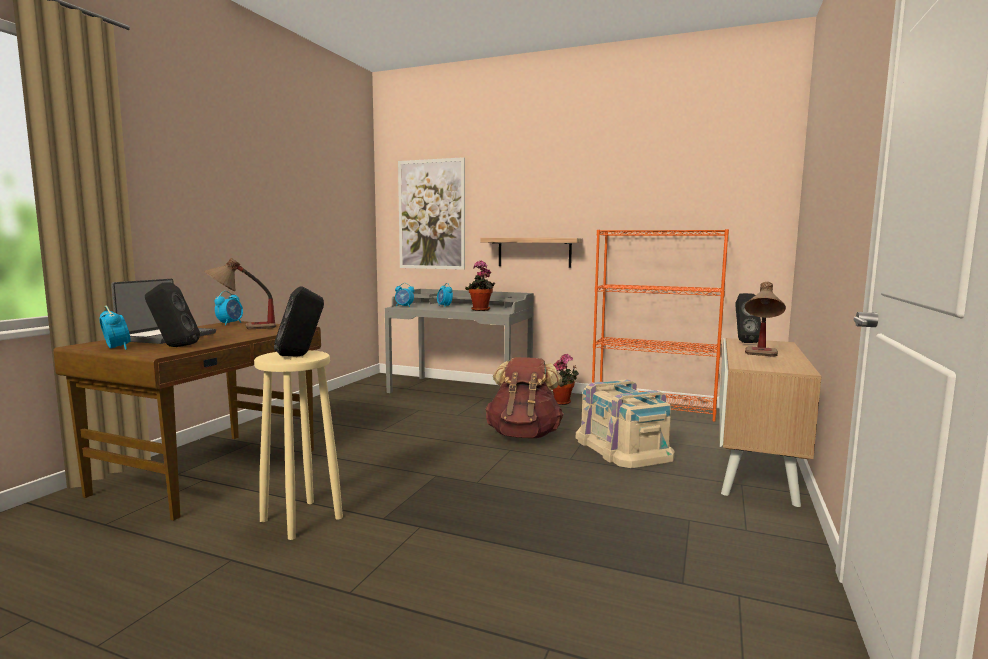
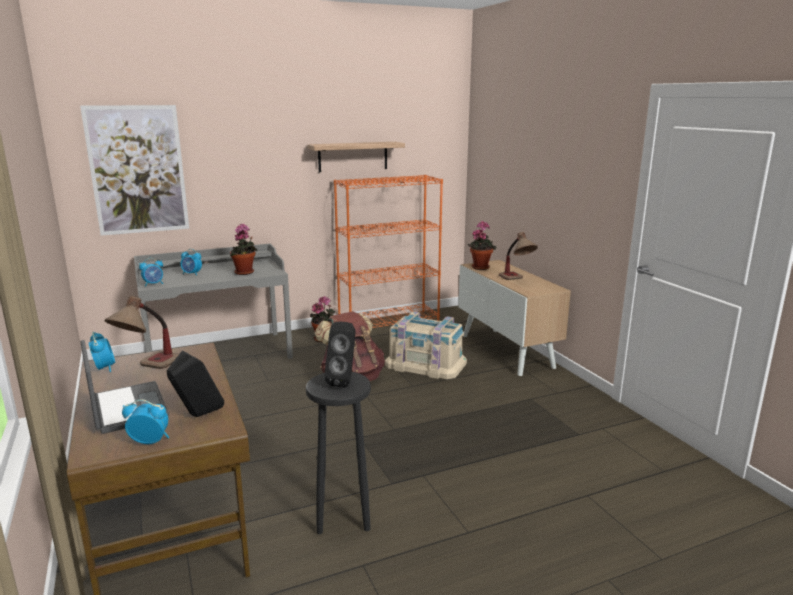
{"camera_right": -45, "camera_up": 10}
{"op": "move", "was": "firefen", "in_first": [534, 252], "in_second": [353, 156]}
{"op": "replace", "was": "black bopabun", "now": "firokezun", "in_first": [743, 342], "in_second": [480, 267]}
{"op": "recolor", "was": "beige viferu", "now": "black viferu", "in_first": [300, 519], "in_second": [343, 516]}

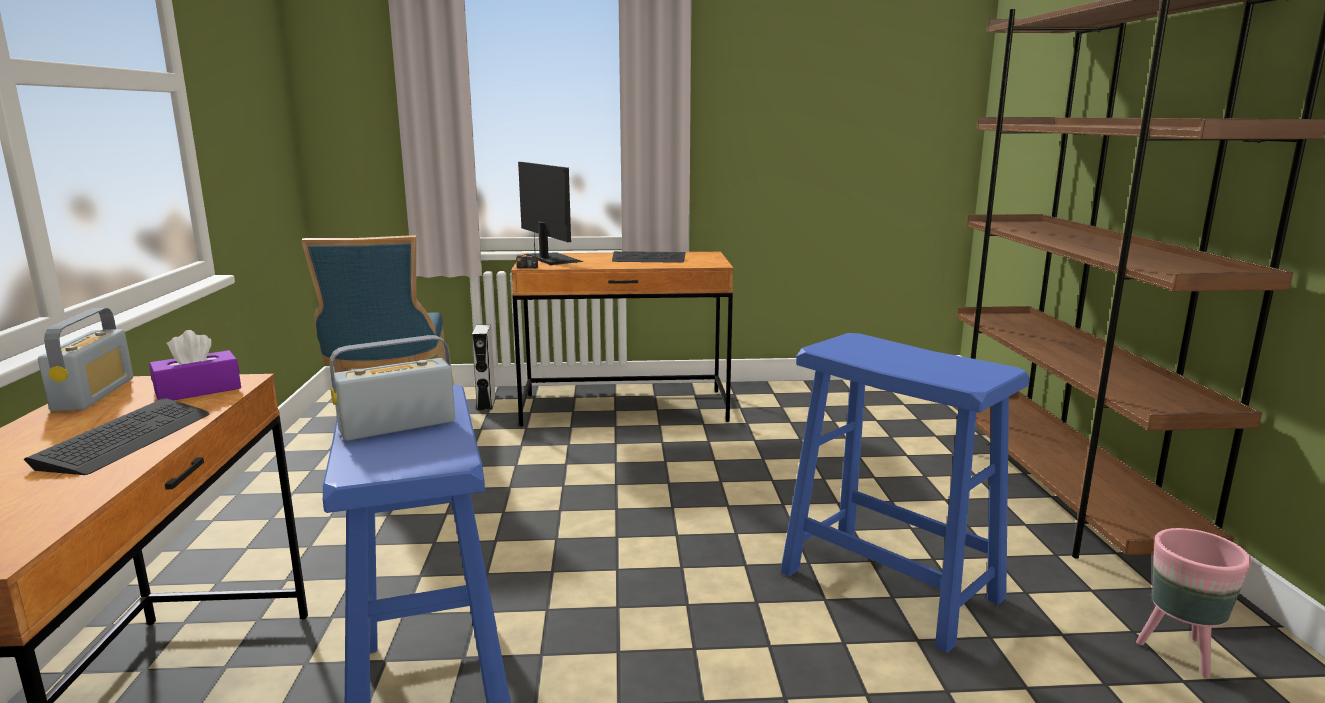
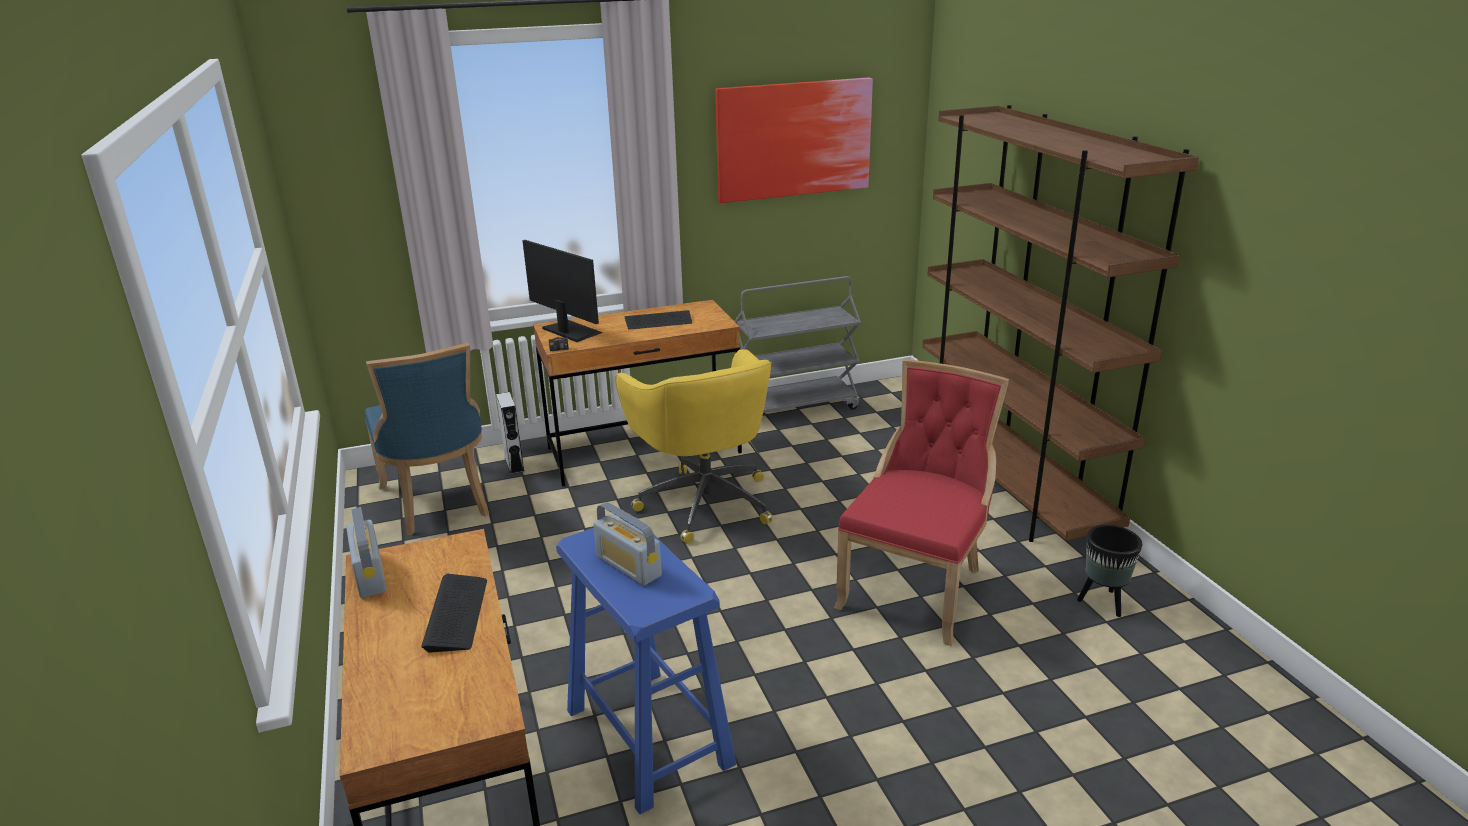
{"camera_right": -15, "camera_up": 10}
{"op": "delete", "was": "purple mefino", "in_first": [198, 390]}
{"op": "replace", "was": "blue viferu", "now": "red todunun", "in_first": [891, 586], "in_second": [917, 587]}
{"op": "rotate", "was": "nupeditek", "in_first": [397, 426], "in_second": [628, 566], "clockwise": -90}
{"op": "recolor", "was": "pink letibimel", "now": "black letibimel", "in_first": [1180, 653], "in_second": [1103, 602]}
{"op": "insert", "now": "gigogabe", "in_second": [793, 139]}
{"op": "insert", "now": "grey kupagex", "in_second": [795, 407]}
{"op": "insert", "now": "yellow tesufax", "in_second": [704, 501]}

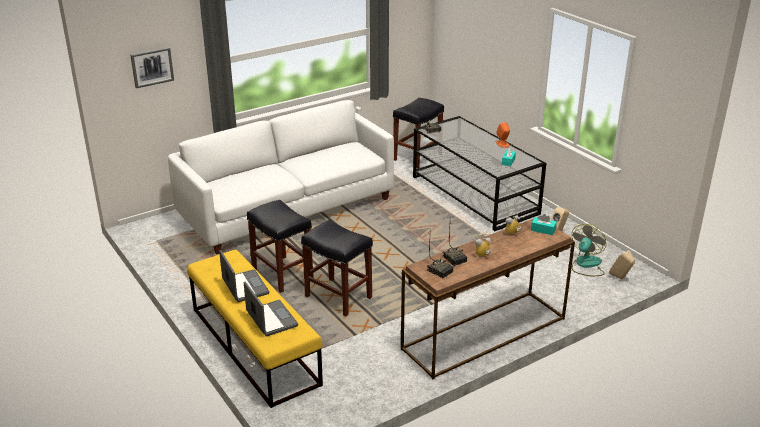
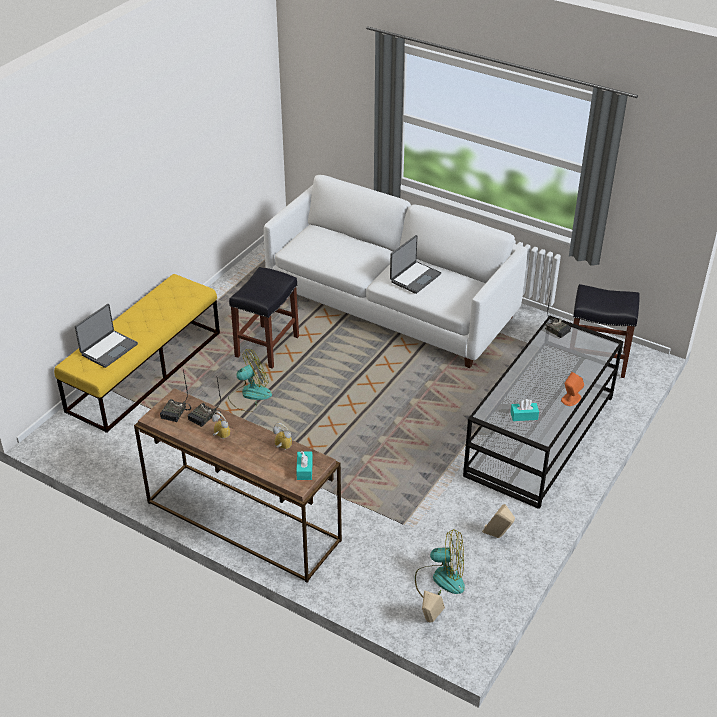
{"camera_right": 65, "camera_up": 10}
{"op": "delete", "was": "gigogabe", "in_first": [152, 67]}
{"op": "replace", "was": "black viferu", "now": "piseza", "in_first": [337, 297], "in_second": [249, 395]}
{"op": "move", "was": "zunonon", "in_first": [244, 287], "in_second": [414, 277]}

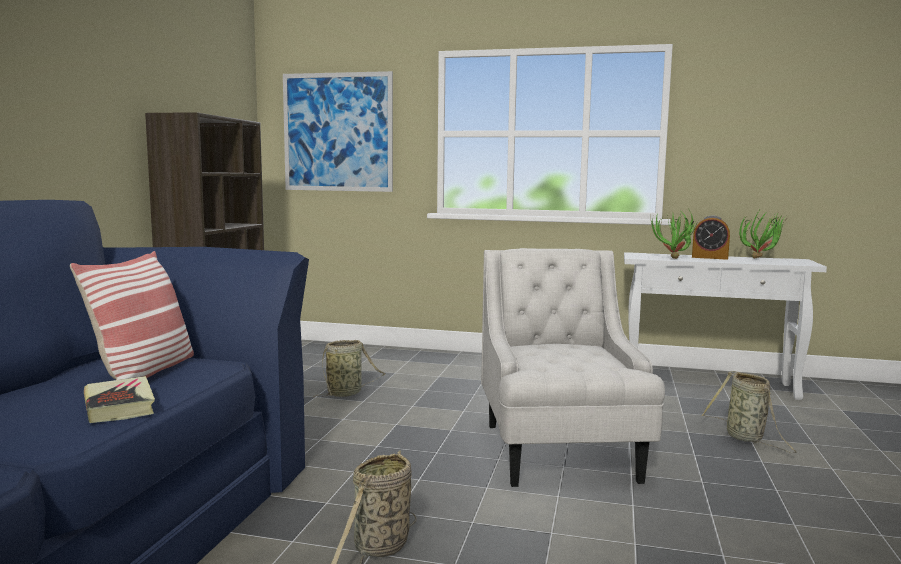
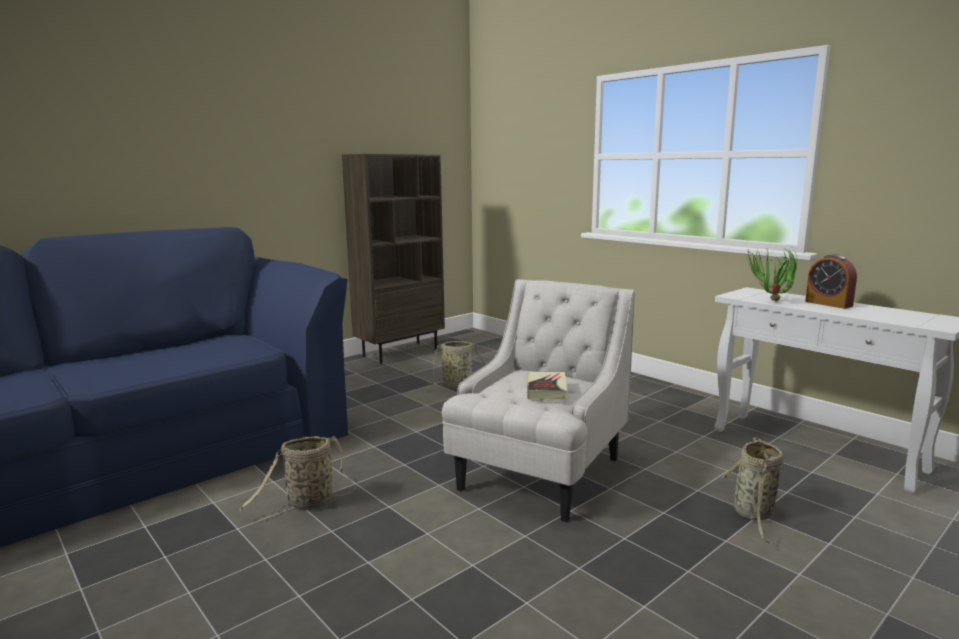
{"camera_right": 35, "camera_up": 5}
{"op": "delete", "was": "gigogabe", "in_first": [337, 132]}
{"op": "delete", "was": "firokezun", "in_first": [762, 258]}
{"op": "delete", "was": "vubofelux", "in_first": [145, 372]}
{"op": "move", "was": "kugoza", "in_first": [119, 406], "in_second": [546, 390]}

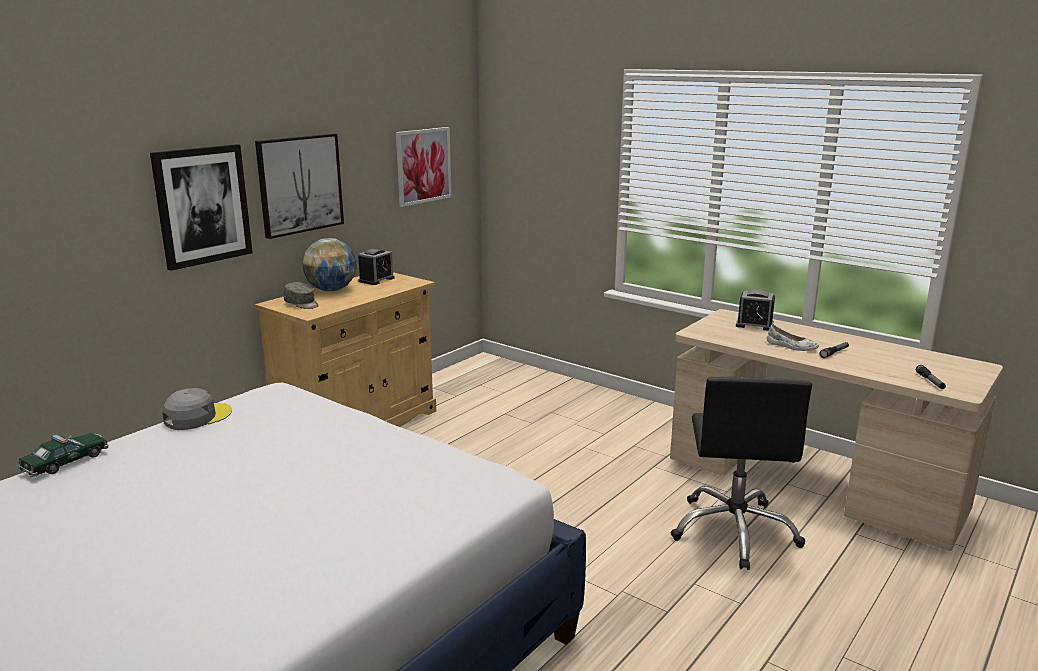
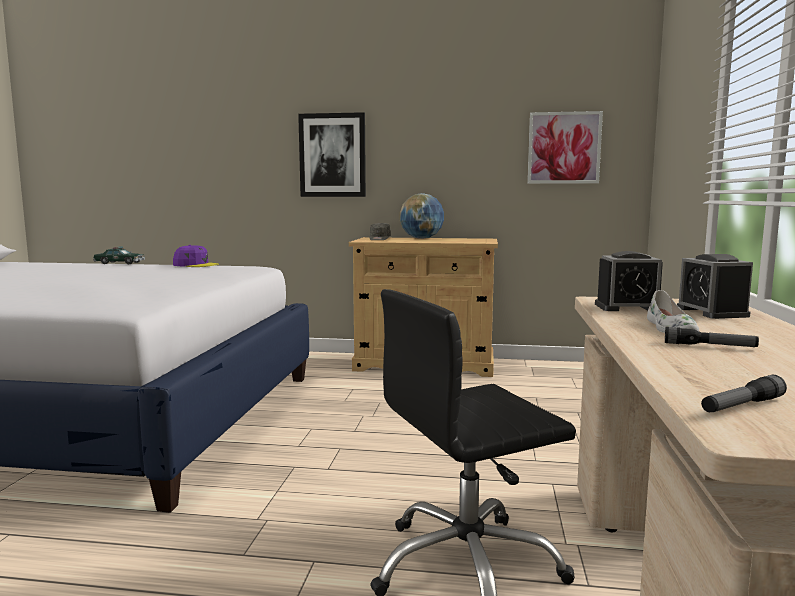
{"camera_right": 60, "camera_up": -10}
{"op": "delete", "was": "gigogabe", "in_first": [299, 184]}
{"op": "move", "was": "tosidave", "in_first": [376, 280], "in_second": [627, 307]}
{"op": "recolor", "was": "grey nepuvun", "now": "purple nepuvun", "in_first": [197, 417], "in_second": [196, 265]}

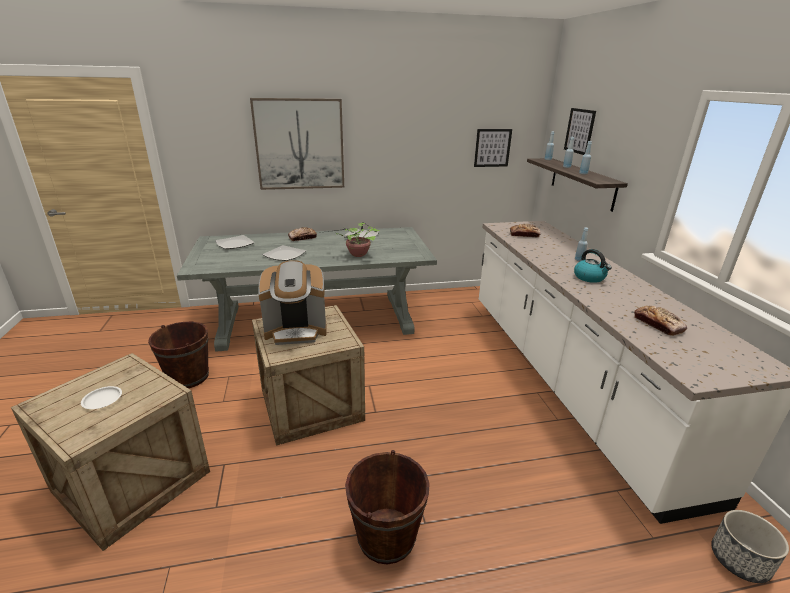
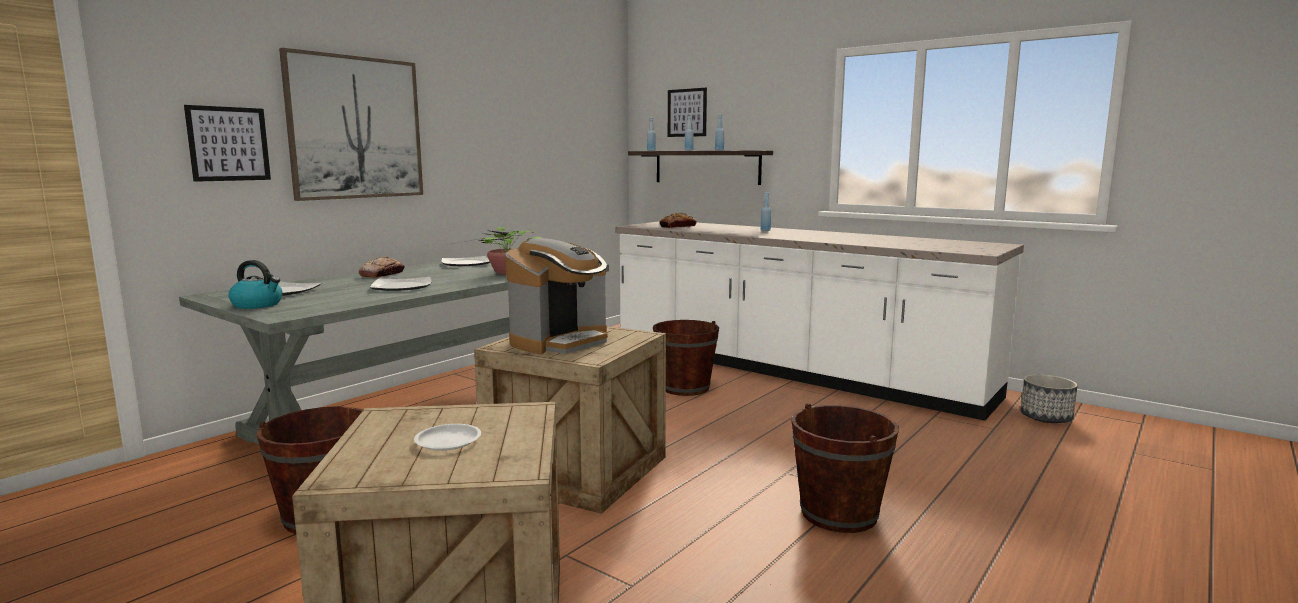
{"camera_right": -40, "camera_up": -15}
{"op": "move", "was": "gigogabe", "in_first": [492, 148], "in_second": [228, 144]}
{"op": "move", "was": "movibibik", "in_first": [589, 277], "in_second": [258, 305]}
{"op": "delete", "was": "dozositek", "in_first": [658, 325]}
{"op": "insert", "now": "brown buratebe", "in_second": [685, 388]}

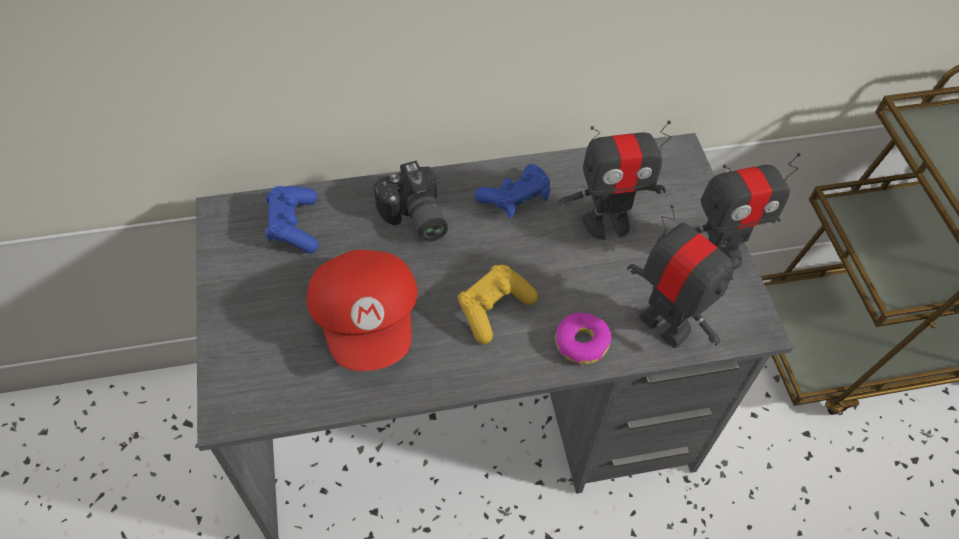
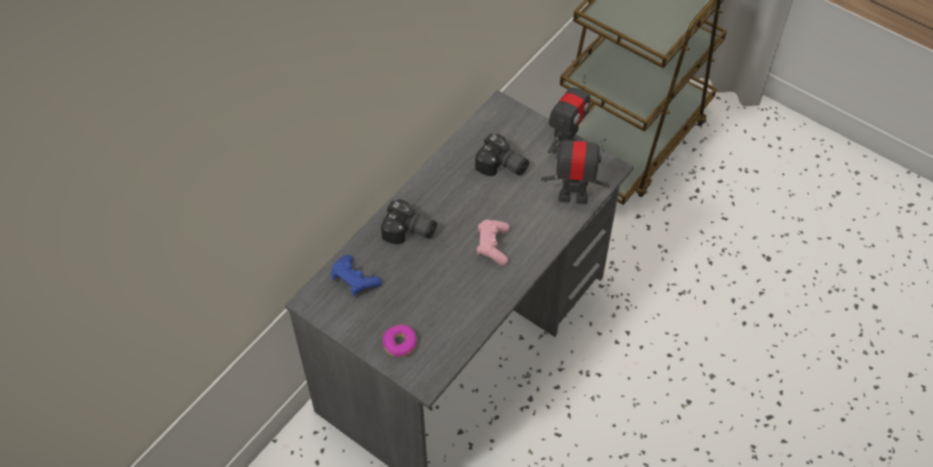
{"camera_right": -40, "camera_up": 0}
{"op": "replace", "was": "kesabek", "now": "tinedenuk", "in_first": [607, 223], "in_second": [502, 167]}
{"op": "delete", "was": "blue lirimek", "in_first": [515, 199]}
{"op": "delete", "was": "red nepuvun", "in_first": [368, 320]}
{"op": "recolor", "was": "yellow lirimek", "now": "pink lirimek", "in_first": [493, 309], "in_second": [493, 246]}
{"op": "move", "was": "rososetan", "in_first": [581, 343], "in_second": [400, 344]}

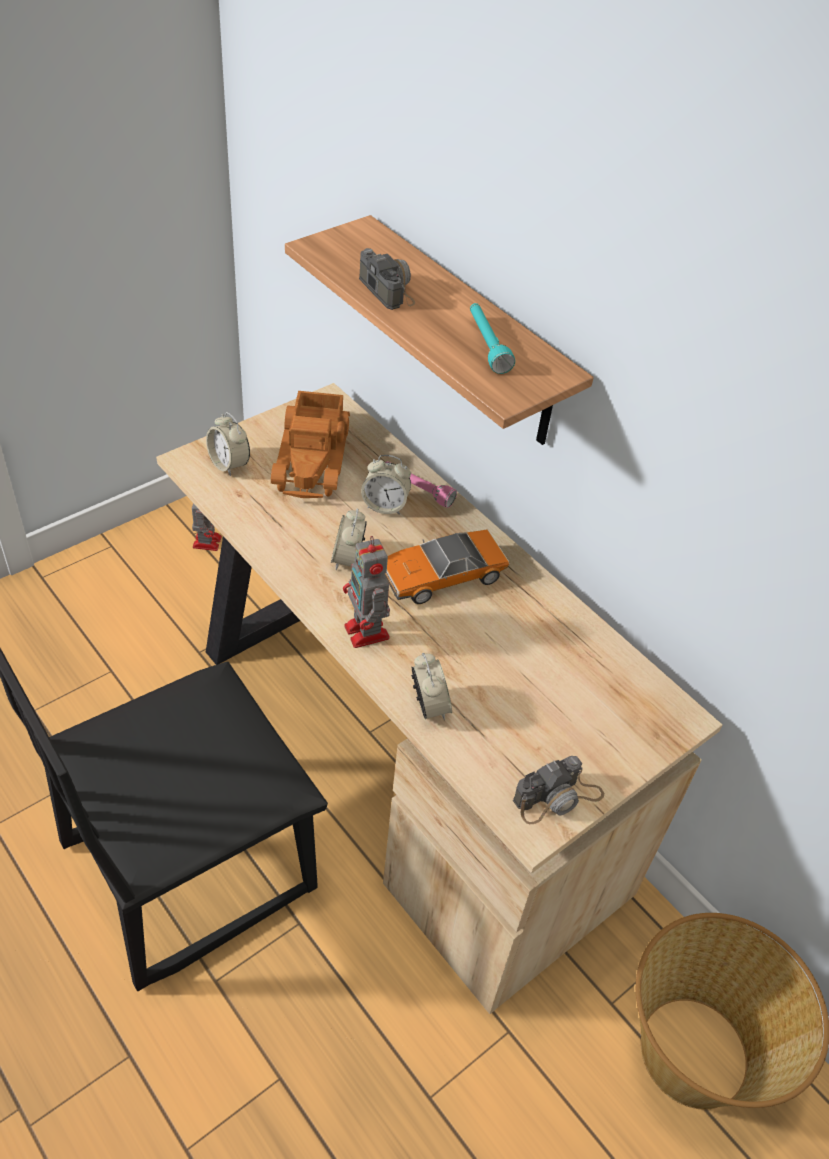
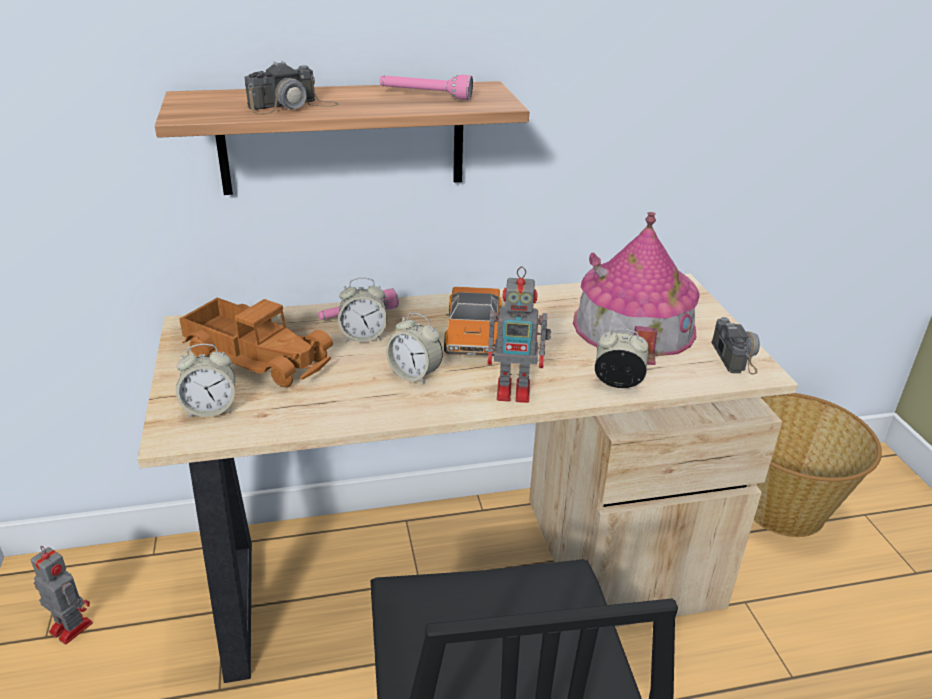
{"camera_right": -60, "camera_up": -15}
{"op": "rotate", "was": "tinedenuk", "in_first": [386, 286], "in_second": [293, 106], "clockwise": 150}
{"op": "recolor", "was": "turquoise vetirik", "now": "pink vetirik", "in_first": [487, 345], "in_second": [425, 96]}
{"op": "rotate", "was": "tosidave", "in_first": [385, 505], "in_second": [363, 336], "clockwise": 45}
{"op": "insert", "now": "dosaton", "in_second": [634, 325]}

